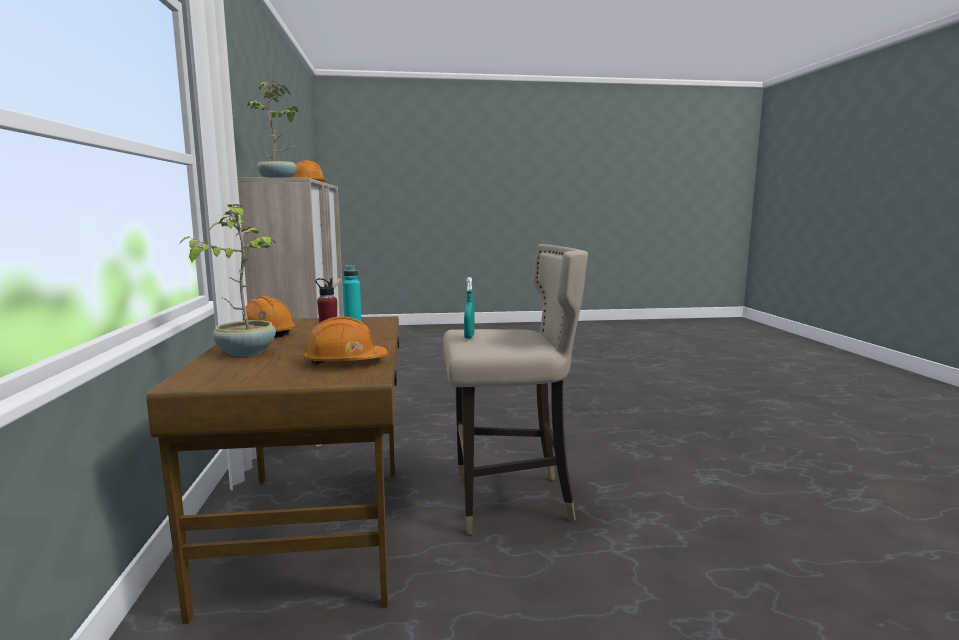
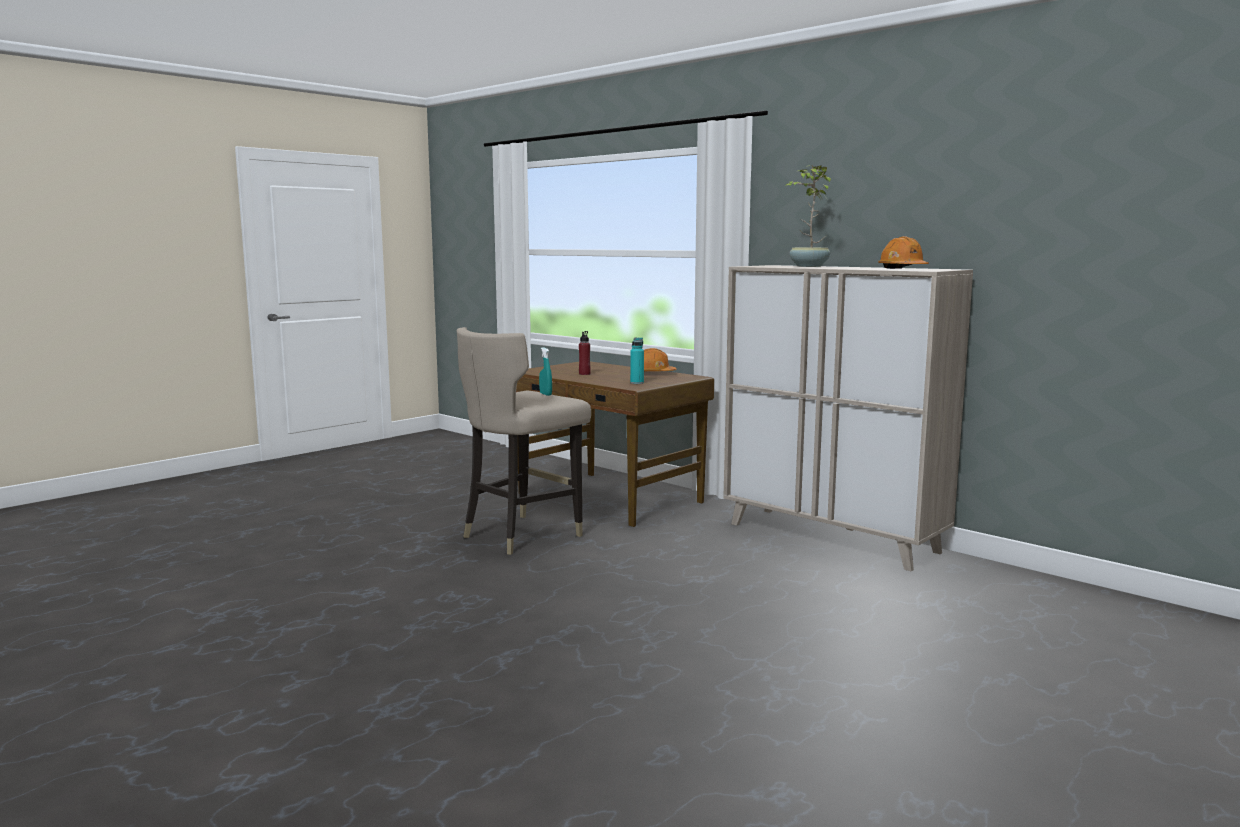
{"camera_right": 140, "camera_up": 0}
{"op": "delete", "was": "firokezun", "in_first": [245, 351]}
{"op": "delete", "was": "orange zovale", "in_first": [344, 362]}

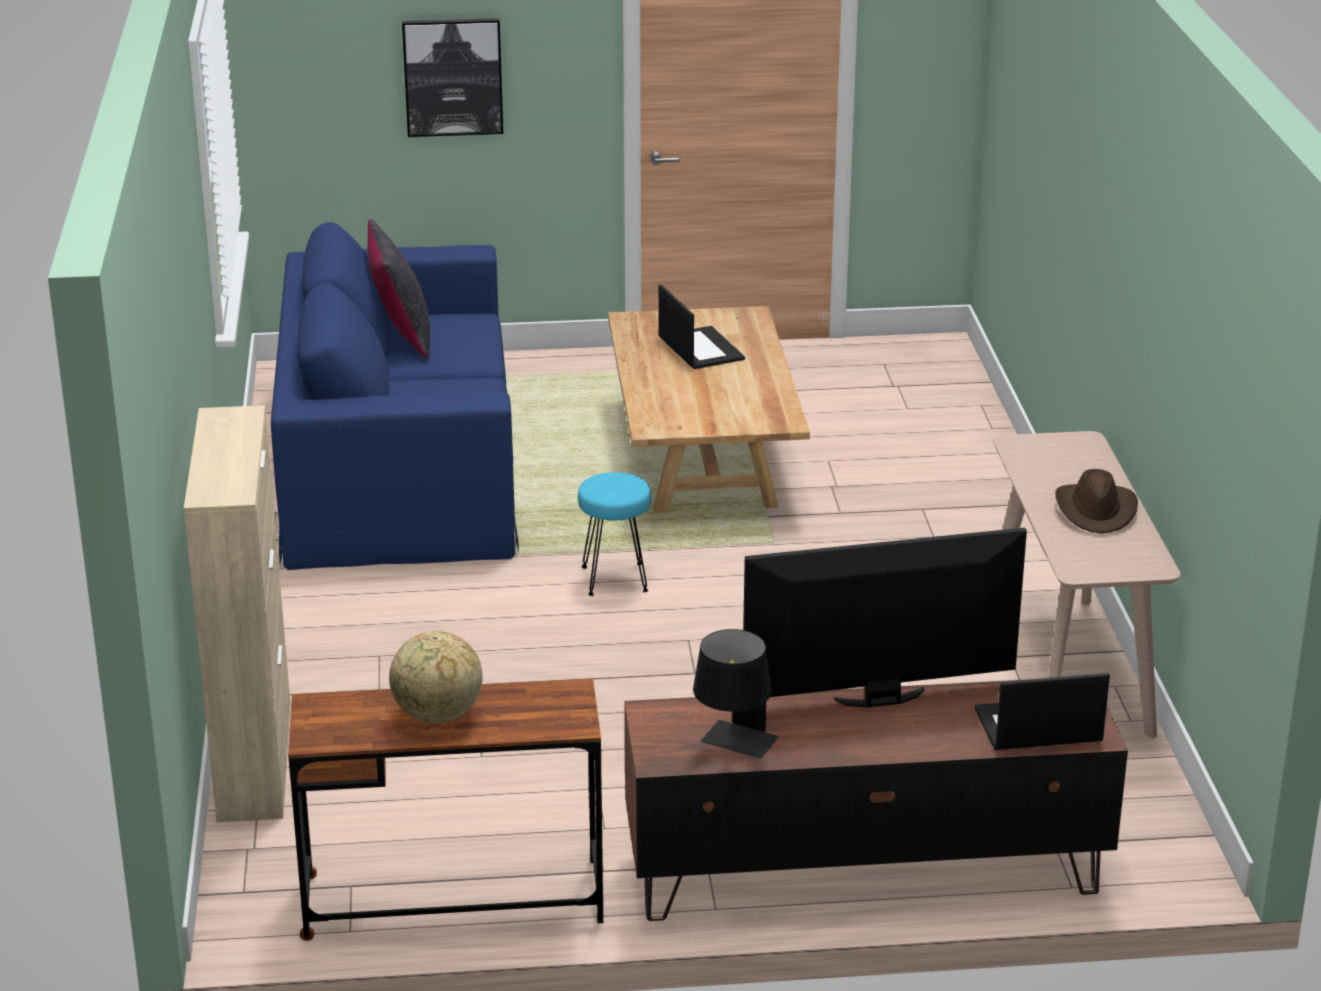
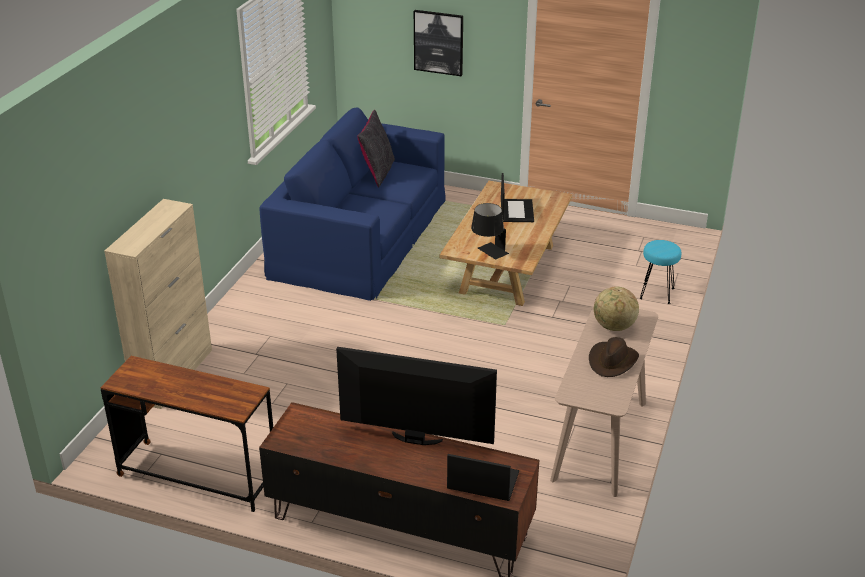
{"camera_right": 25, "camera_up": 5}
{"op": "move", "was": "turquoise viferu", "in_first": [615, 578], "in_second": [657, 293]}
{"op": "move", "was": "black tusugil", "in_first": [733, 746], "in_second": [488, 253]}
{"op": "move", "was": "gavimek", "in_first": [437, 716], "in_second": [614, 327]}

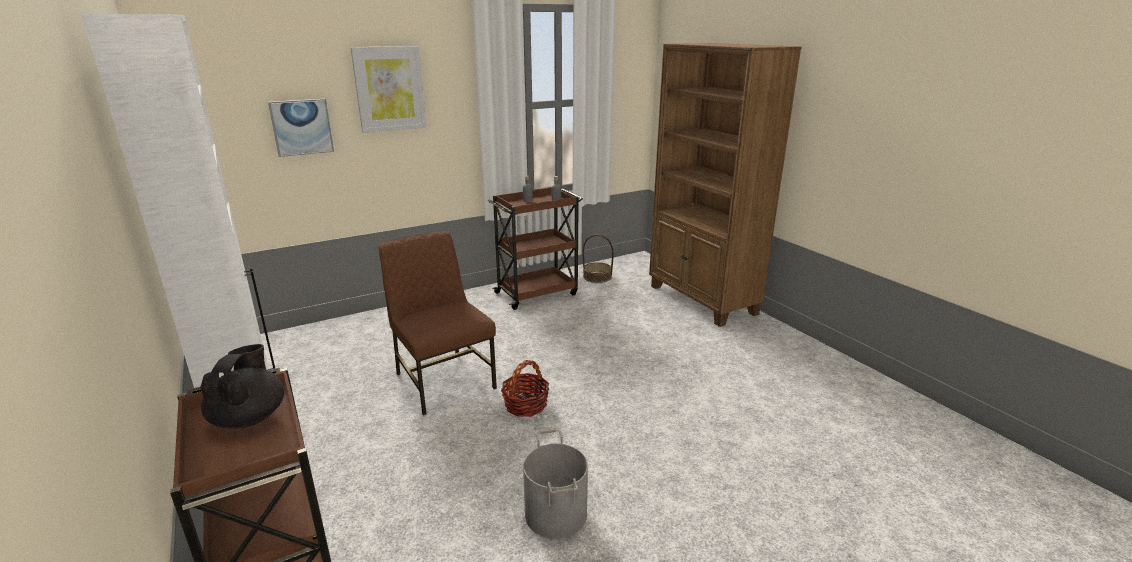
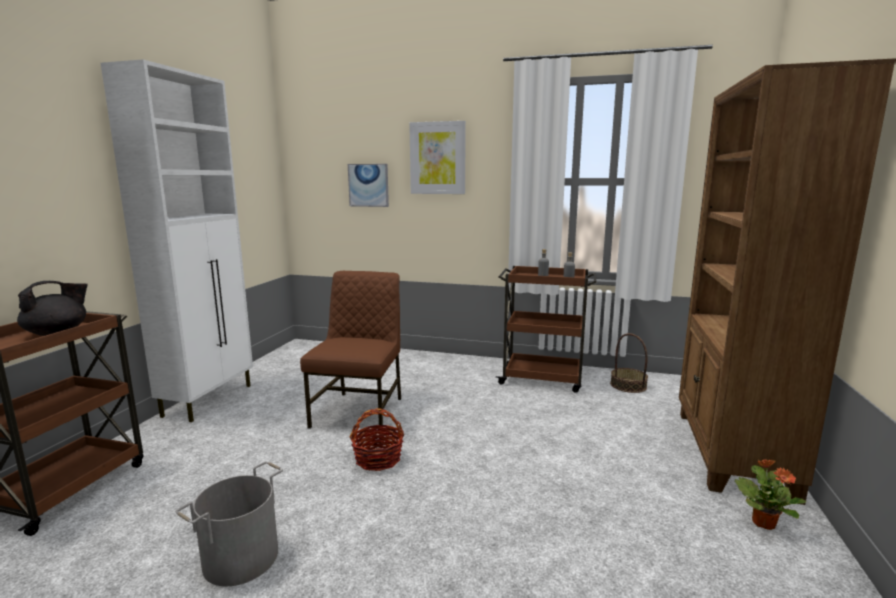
{"camera_right": 45, "camera_up": -10}
{"op": "insert", "now": "firokezun", "in_second": [763, 522]}

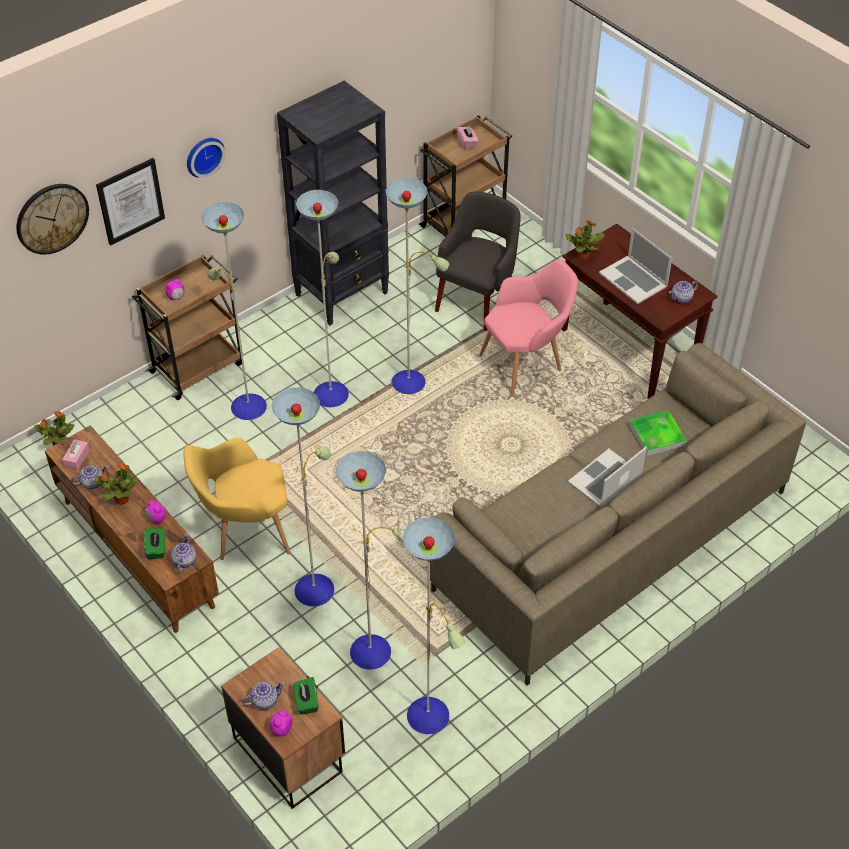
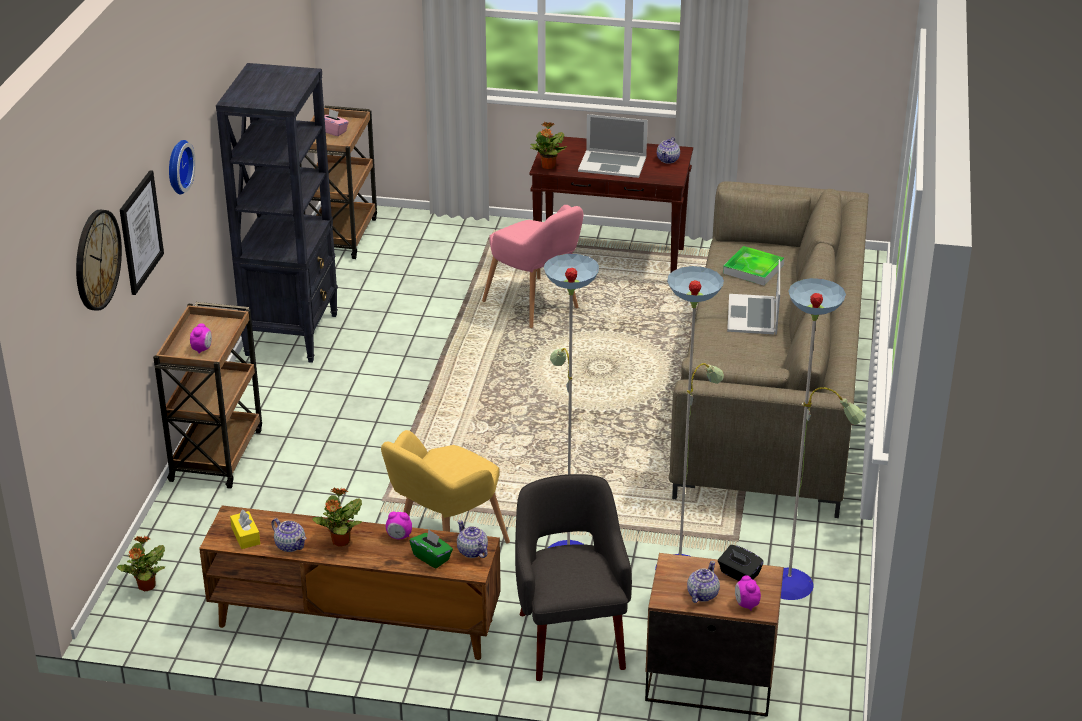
{"camera_right": -40, "camera_up": -15}
{"op": "delete", "was": "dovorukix", "in_first": [330, 392]}
{"op": "move", "was": "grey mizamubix", "in_first": [476, 299], "in_second": [570, 638]}
{"op": "rotate", "was": "pink mizamubix", "in_first": [526, 363], "in_second": [536, 307], "clockwise": 120}
{"op": "recolor", "was": "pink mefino", "now": "yellow mefino", "in_first": [77, 458], "in_second": [245, 536]}
{"op": "rotate", "was": "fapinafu", "in_first": [92, 482], "in_second": [290, 545], "clockwise": 105}
{"op": "recolor", "was": "green mefino", "now": "black mefino", "in_first": [306, 702], "in_second": [739, 574]}

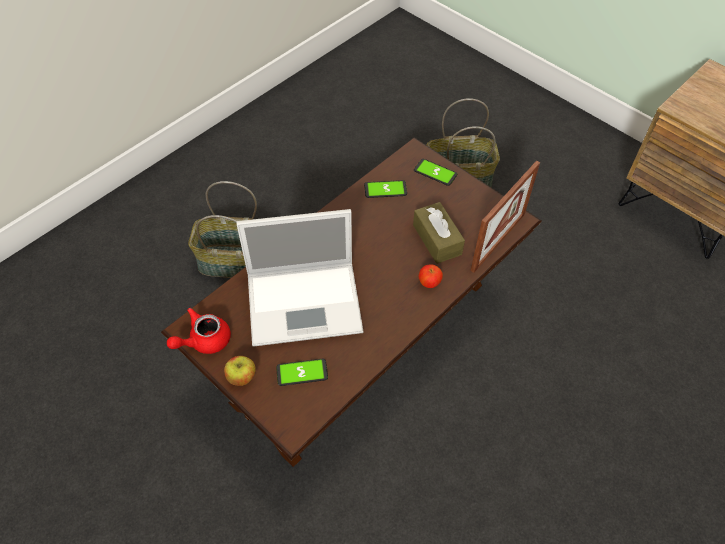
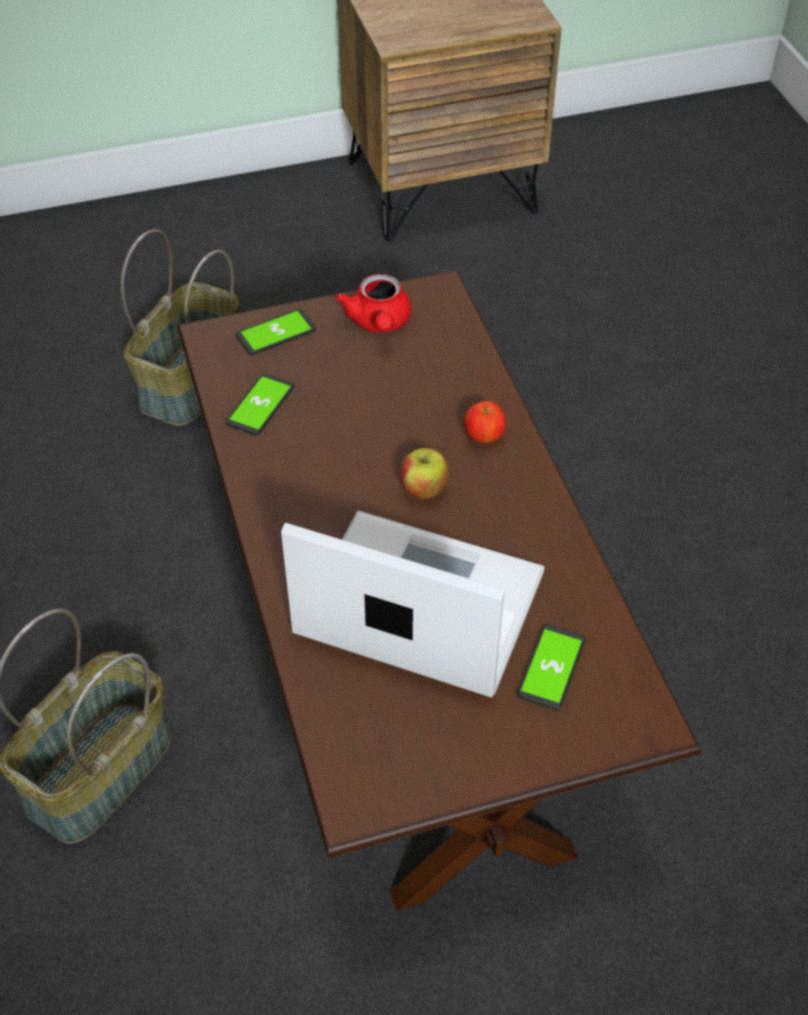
{"camera_right": -60, "camera_up": -5}
{"op": "delete", "was": "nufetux", "in_first": [498, 242]}
{"op": "delete", "was": "brown mefino", "in_first": [437, 239]}
{"op": "rotate", "was": "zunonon", "in_first": [306, 302], "in_second": [415, 604], "clockwise": -90}
{"op": "move", "was": "red fapinafu", "in_first": [204, 340], "in_second": [379, 323]}
{"op": "move", "was": "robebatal", "in_first": [241, 377], "in_second": [423, 489]}

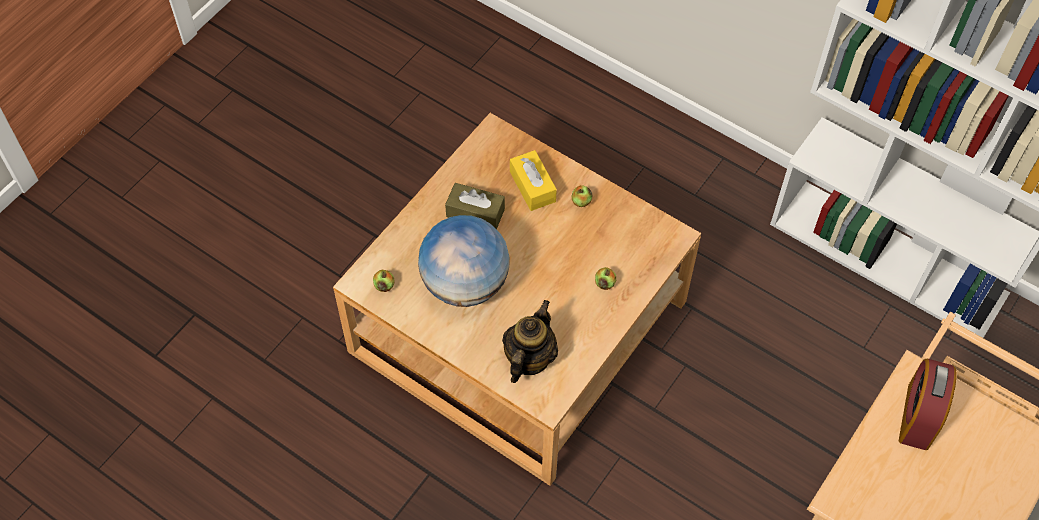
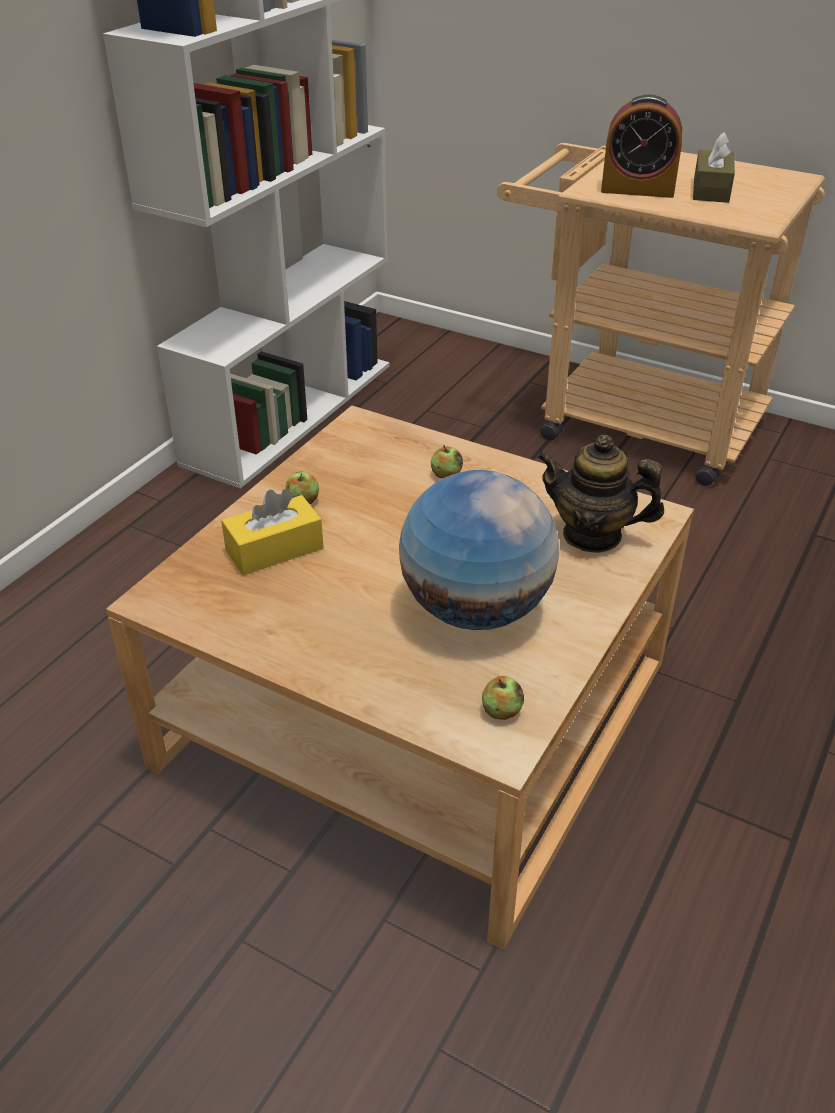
{"camera_right": -95, "camera_up": -20}
{"op": "move", "was": "brown mefino", "in_first": [475, 213], "in_second": [711, 190]}

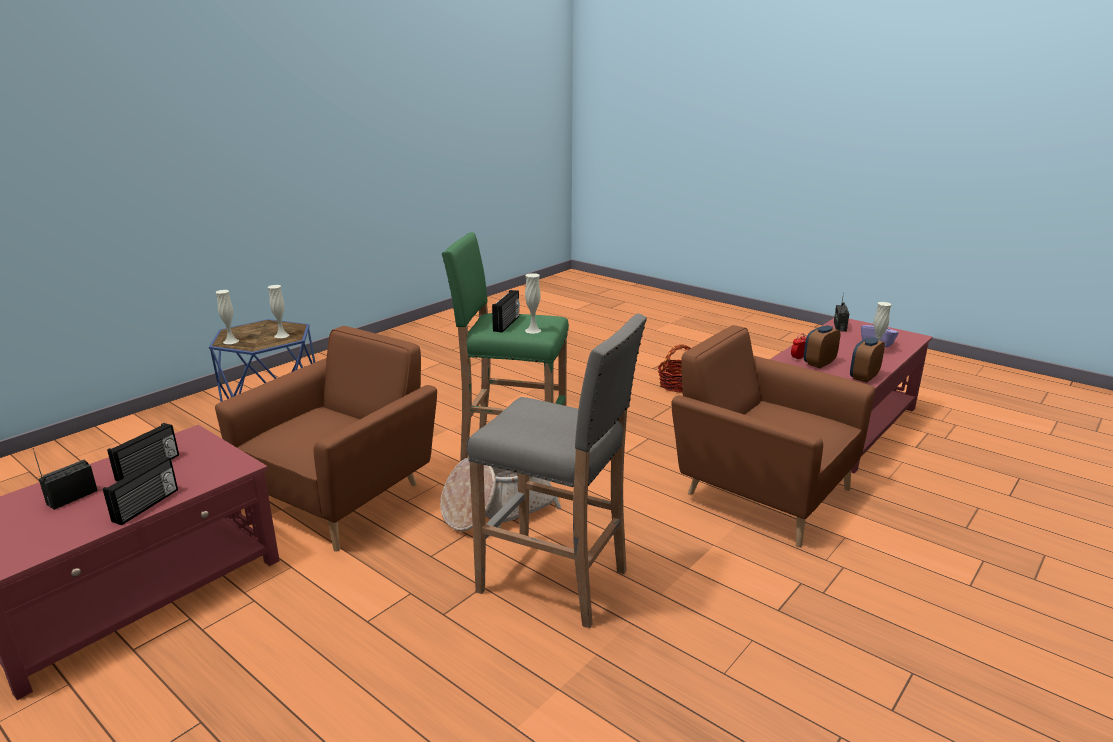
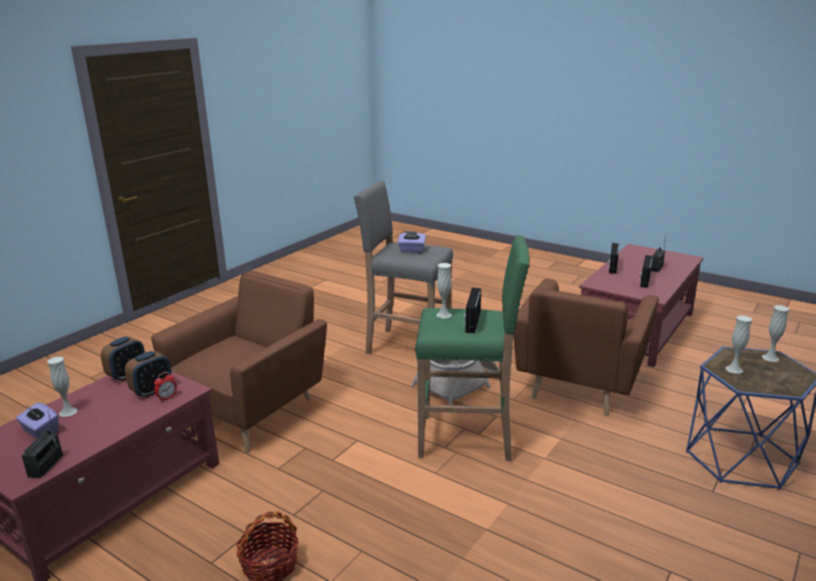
{"camera_right": 175, "camera_up": 0}
{"op": "rotate", "was": "brown mizamubix", "in_first": [761, 492], "in_second": [251, 408], "clockwise": -90}
{"op": "insert", "now": "purple mefino", "in_second": [411, 250]}

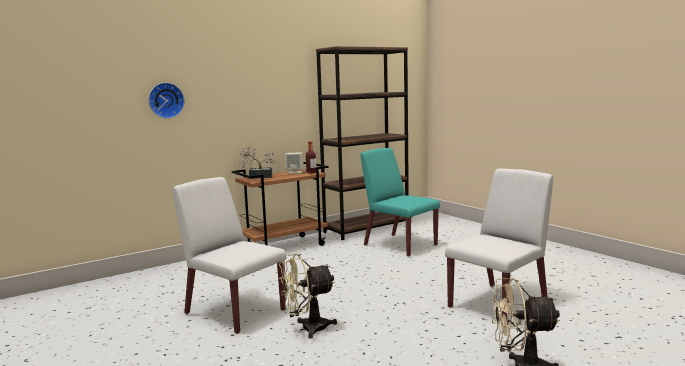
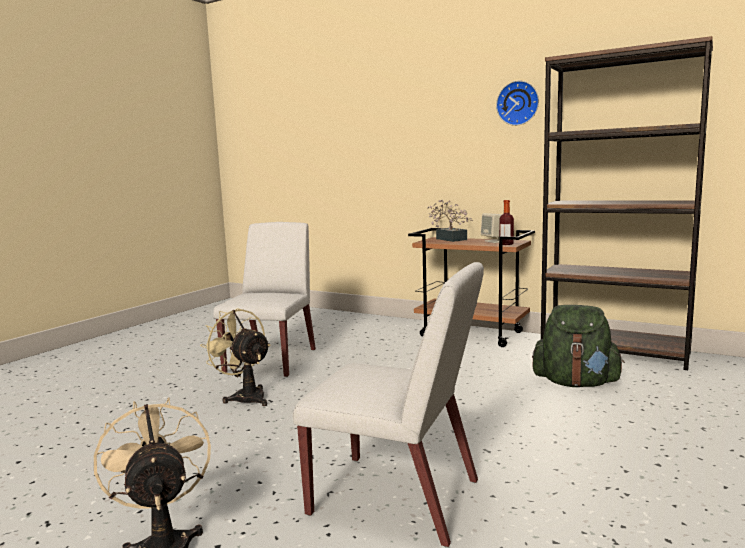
{"camera_right": 65, "camera_up": 0}
{"op": "move", "was": "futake", "in_first": [165, 100], "in_second": [518, 103]}
{"op": "replace", "was": "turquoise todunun", "now": "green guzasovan", "in_first": [399, 245], "in_second": [575, 383]}

